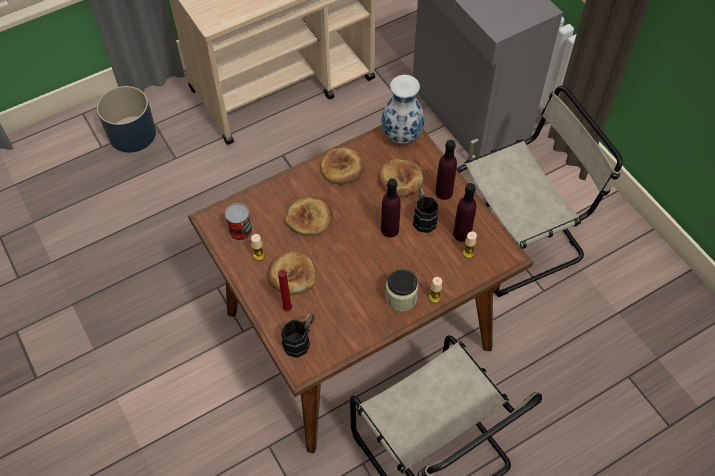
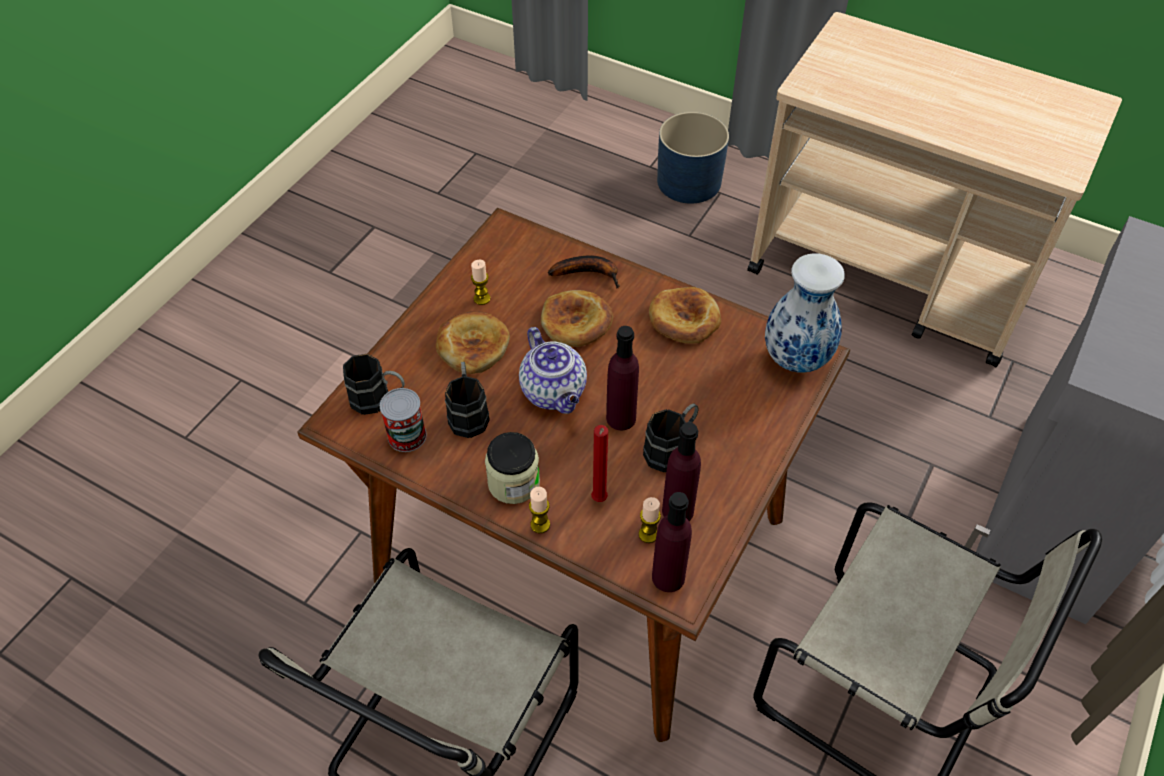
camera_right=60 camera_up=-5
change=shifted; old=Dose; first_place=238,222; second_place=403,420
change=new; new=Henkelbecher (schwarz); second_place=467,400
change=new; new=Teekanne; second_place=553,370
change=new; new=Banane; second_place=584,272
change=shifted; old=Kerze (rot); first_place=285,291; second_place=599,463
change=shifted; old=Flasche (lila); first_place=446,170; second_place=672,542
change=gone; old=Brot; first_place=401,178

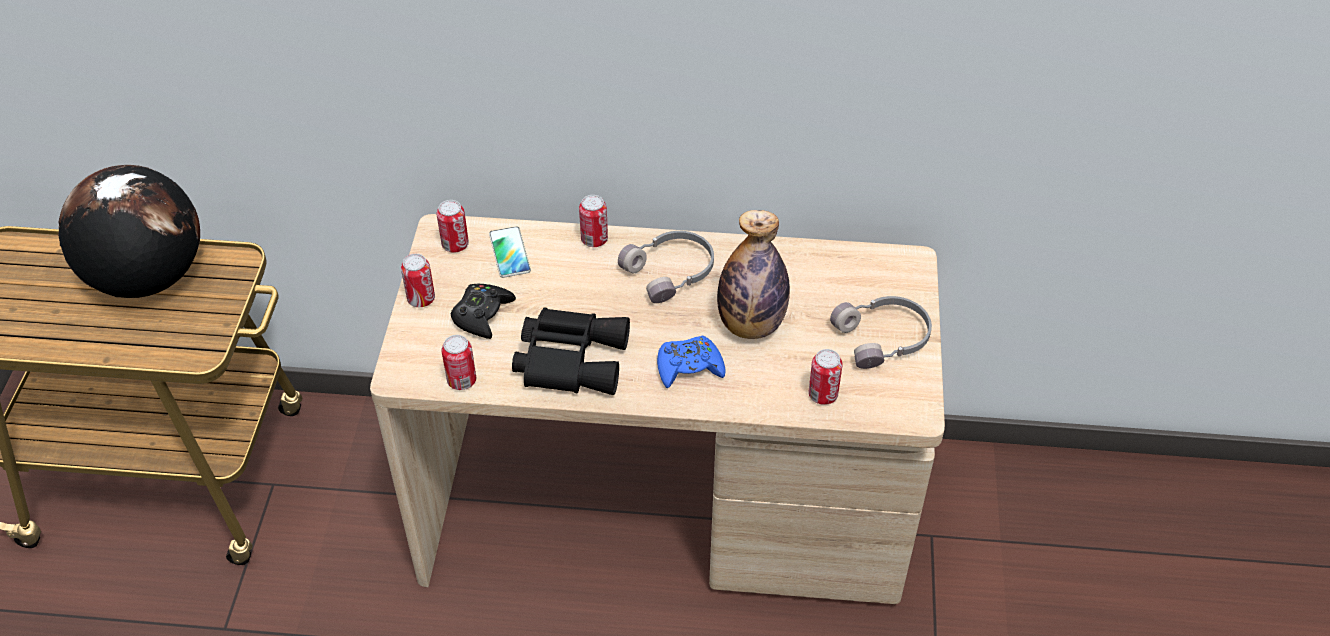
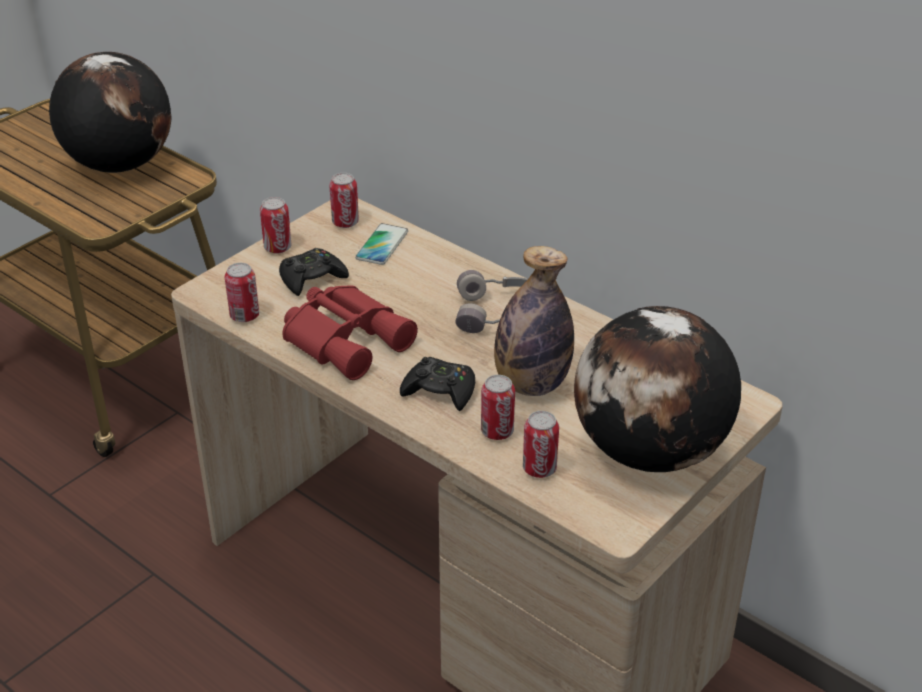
camera_right=35 camera_up=-10
change=repainted; old=Fernglas (schwarz); new=Fernglas (rot); first_place=571,351; second_place=350,332
change=repainted; old=Gamepad (blau); new=Gamepad (schwarz); first_place=691,362; second_place=437,384
change=shifted; old=Dose; first_place=593,221; second_place=498,407
change=swapped; old=Kopfhörer (grau); new=Globus; first_place=881,332; second_place=657,389

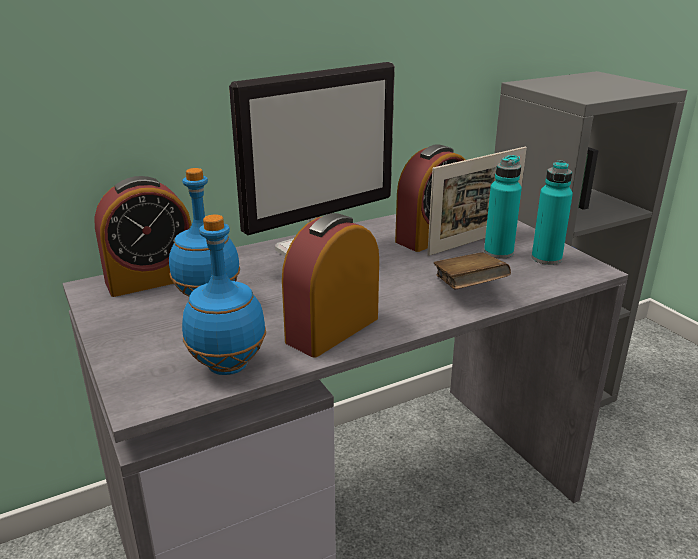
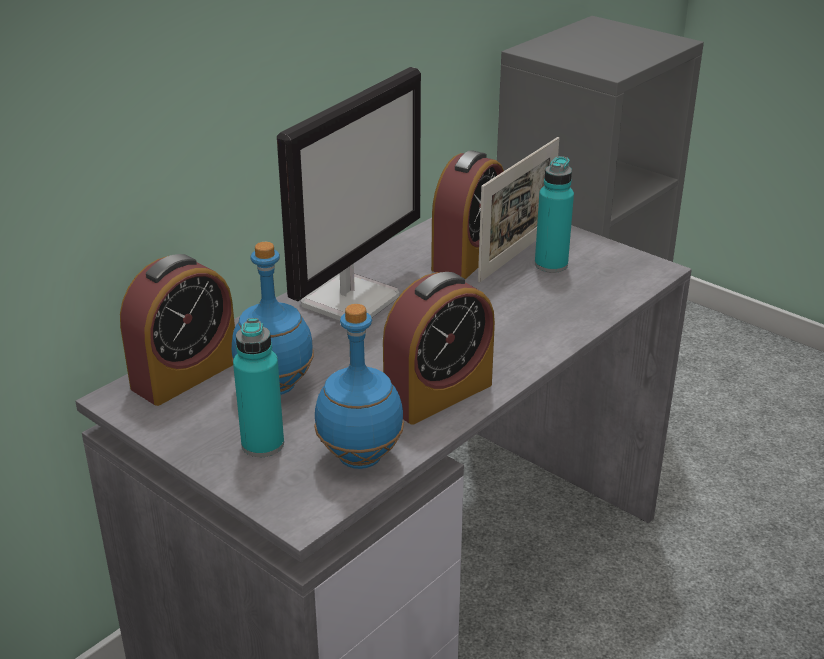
camera_right=-20 camera_up=5
change=shifted; old=Flasche (türkis); first_place=552,212; second_place=258,387
change=rotated; old=Wecker; first_place=330,285; second_place=439,348; degrees=-150
change=gone; old=Buch (braun); first_place=472,271

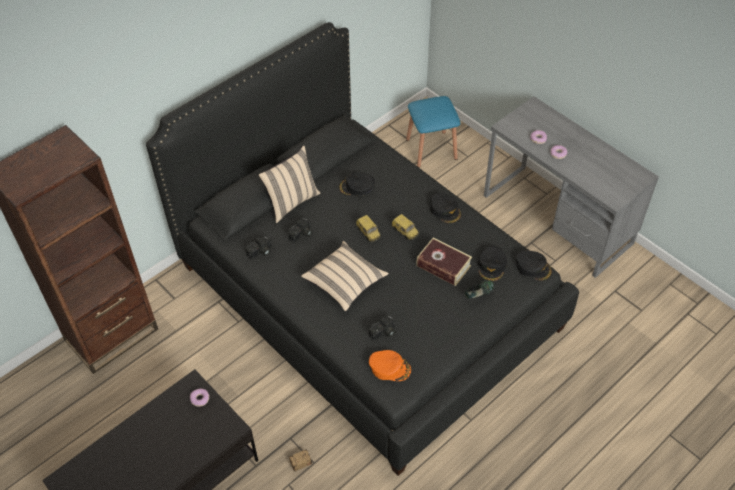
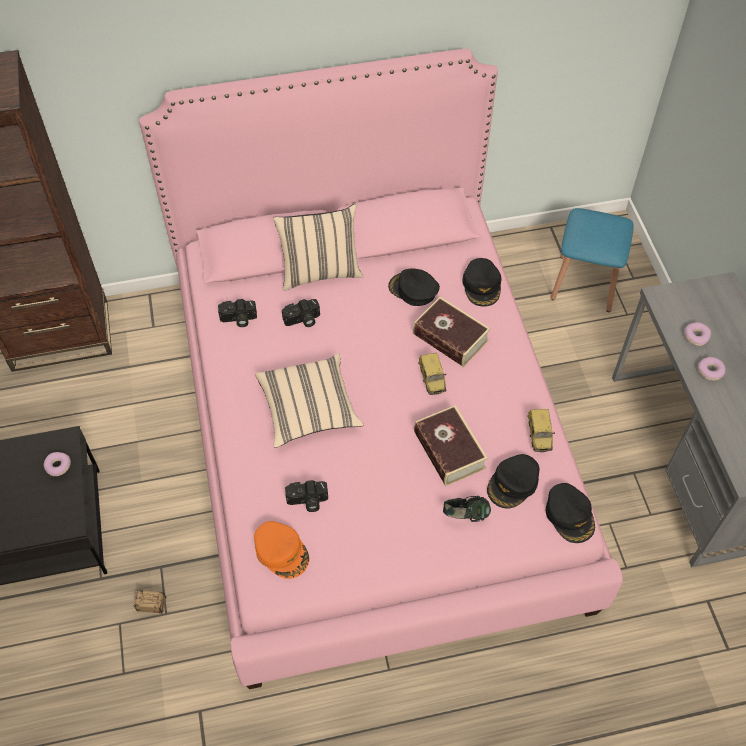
camera_right=30 camera_up=5
change=repainted; old=Bett (schwarz); new=Bett (rosa); first_place=362,249; second_place=381,369
change=new; new=Buch; second_place=452,332
change=shifted; old=Kappe (schwarz); first_place=446,208; second_place=482,282
change=shifted; old=Spielzeugauto; first_place=368,228; second_place=541,430

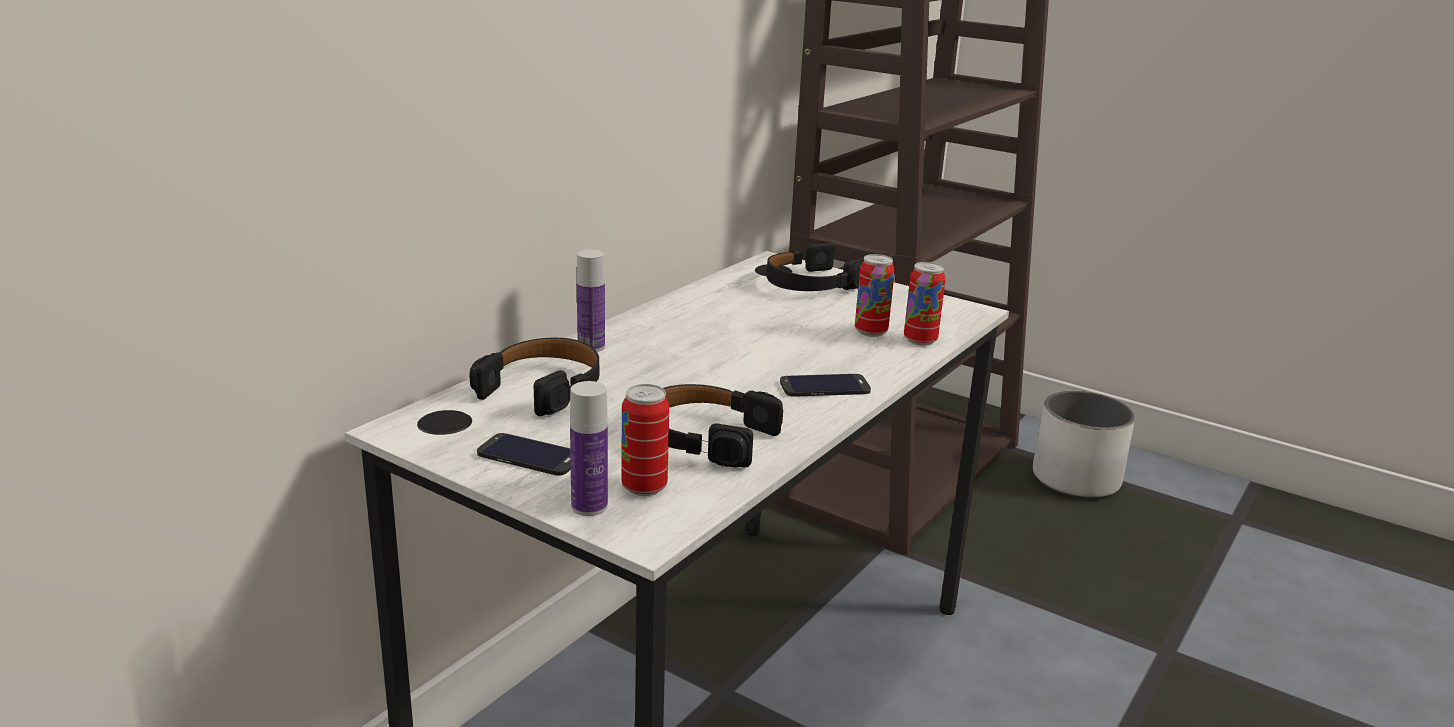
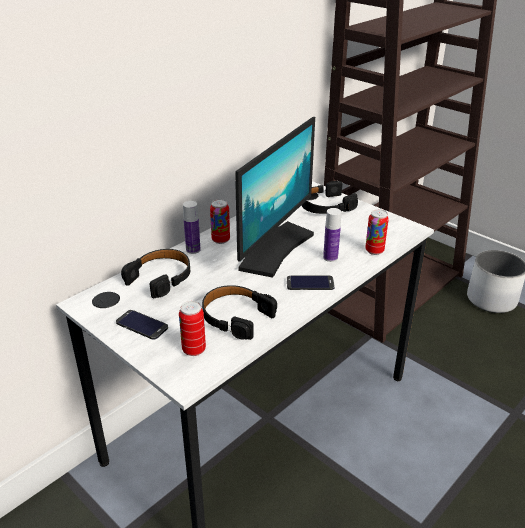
camera_right=10 camera_up=10
change=shifted; old=Dose; first_place=875,295; second_place=220,221
change=new; new=Monitor; second_place=275,197
change=shifted; old=Flasche; first_place=589,448; second_place=332,235

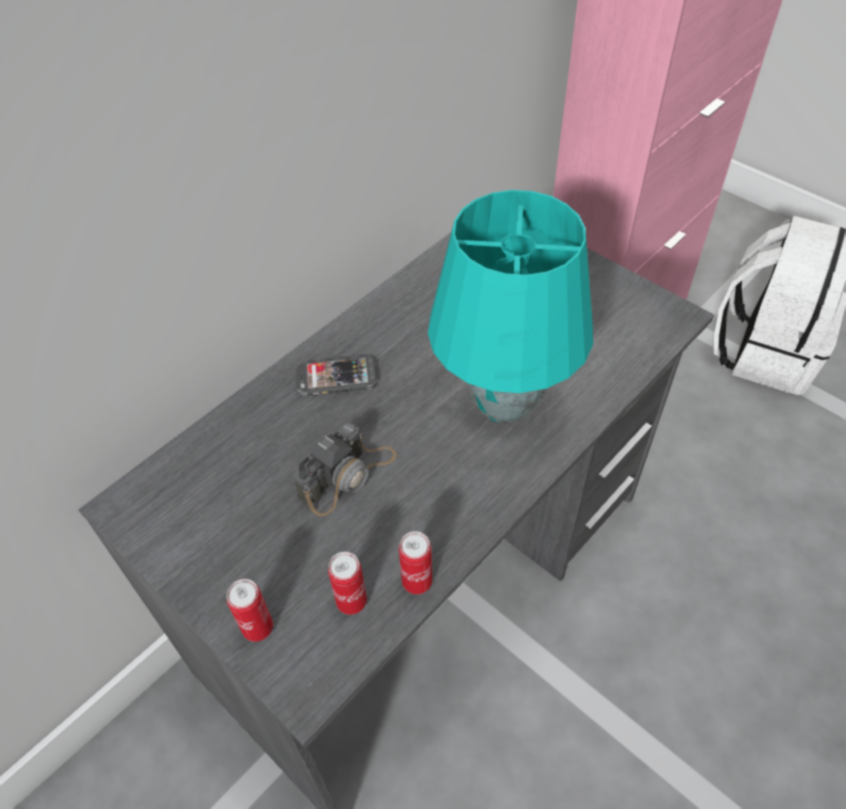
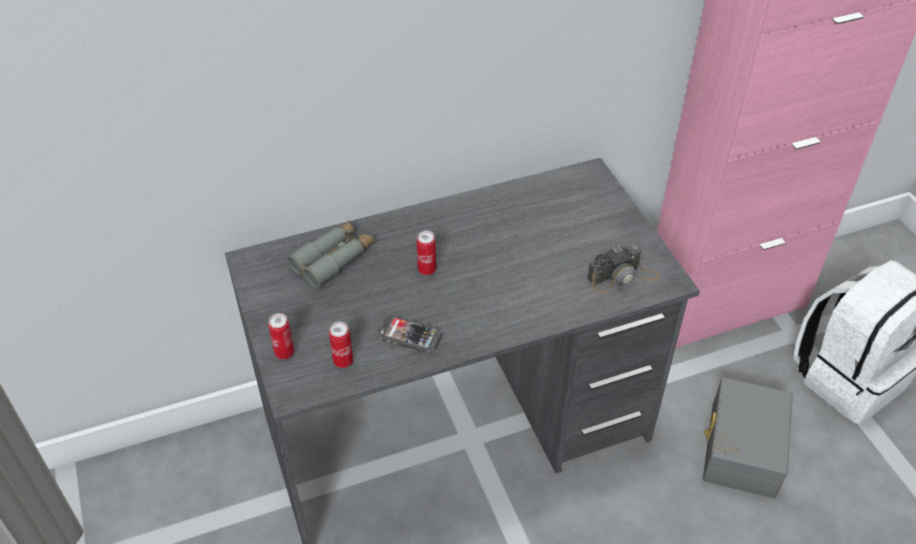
camera_right=25 camera_up=-5
change=new; new=Fernglas (grau); second_place=330,254
change=shifted; old=Handy; first_place=336,376; second_place=409,334
change=shifted; old=Dose; first_place=415,562; second_place=426,253
change=shifted; old=Kamera; first_place=345,469; second_place=623,269
change=new; new=Aufbewahrungsbox (grau); second_place=748,437
change=gone; old=Tischlampe (türkis); first_place=510,307

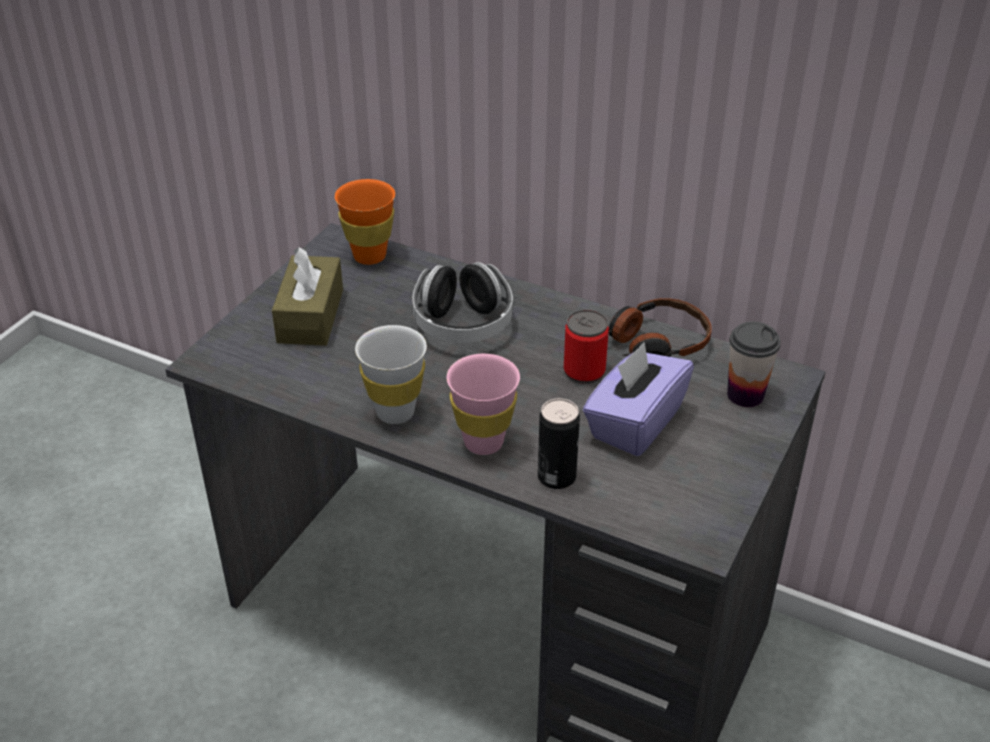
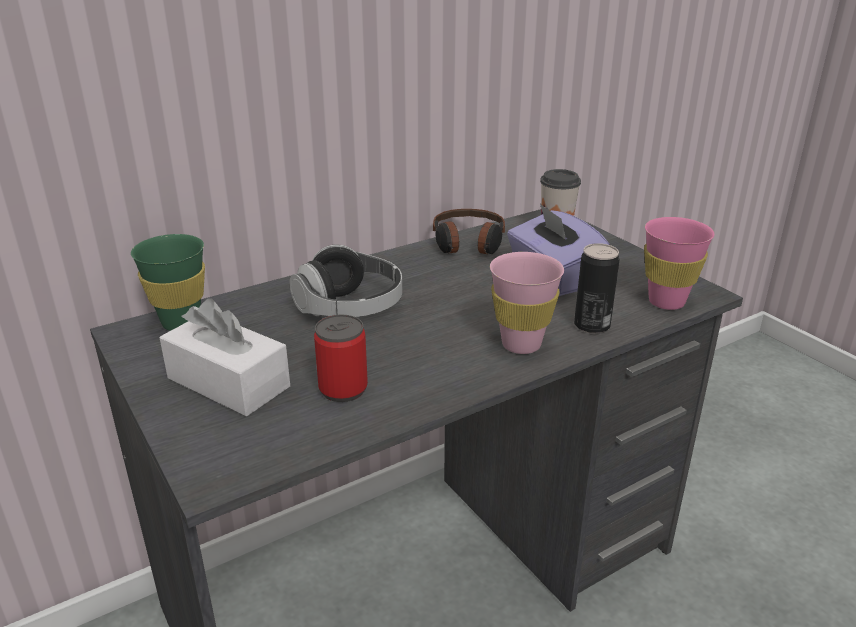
camera_right=-60 camera_up=-10
change=repainted; old=Tasse (orange); new=Tasse (grün); first_place=365,222; second_place=168,282
change=repainted; old=Taschentuchbox (braun); new=Taschentuchbox (weiß); first_place=307,296; second_place=225,357
change=shifted; old=Dose; first_place=586,347; second_place=341,358
change=new; new=Tasse (rosa); second_place=679,263
change=gone; old=Tasse (weiß); first_place=391,374

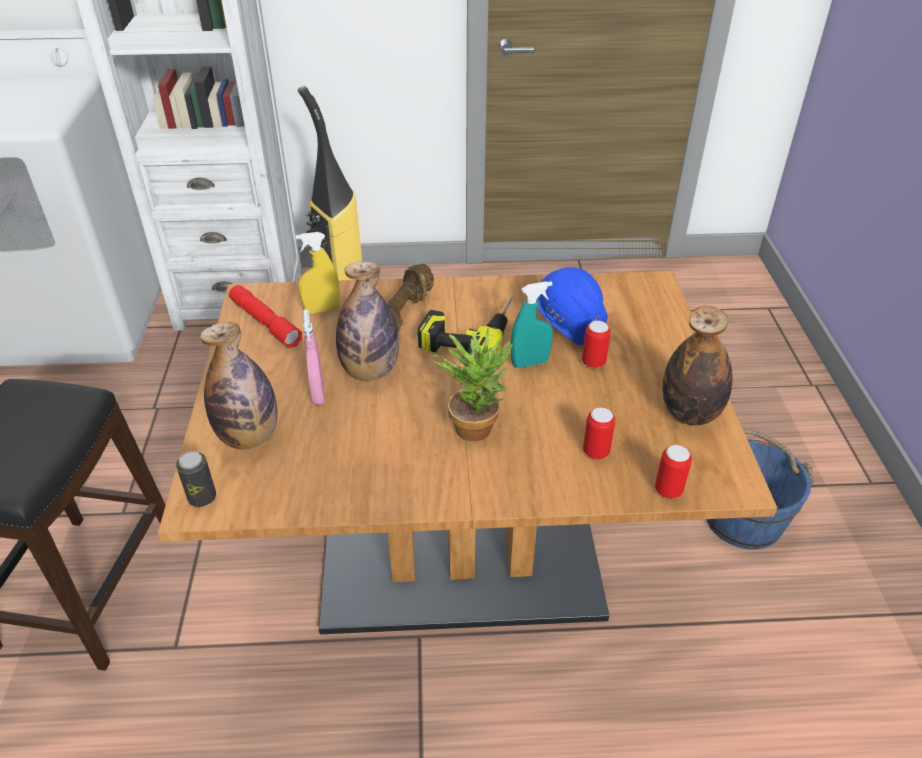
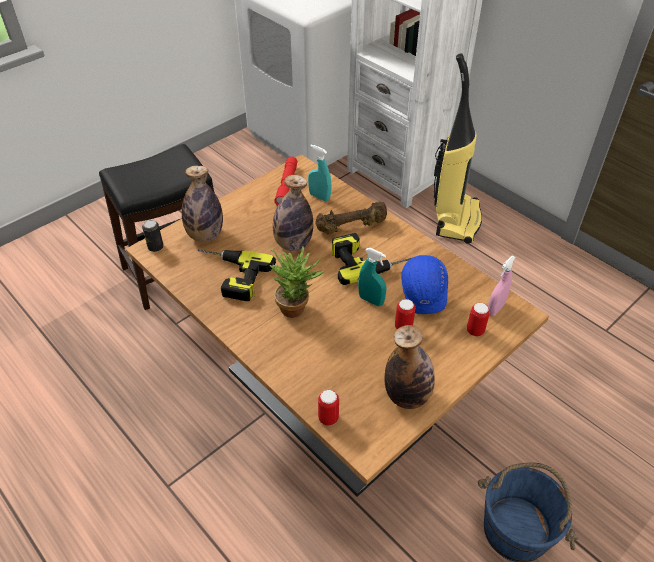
camera_right=50 camera_up=5
change=new; new=Bohrmaschine; second_place=237,275
change=repainted; old=Sprühflasche (gelb); new=Sprühflasche (türkis); first_place=318,273; second_place=320,172
change=shifted; old=Dose; first_place=599,433; second_place=478,319
change=shifted; old=Sprühflasche (rosa); first_place=314,357; second_place=502,286

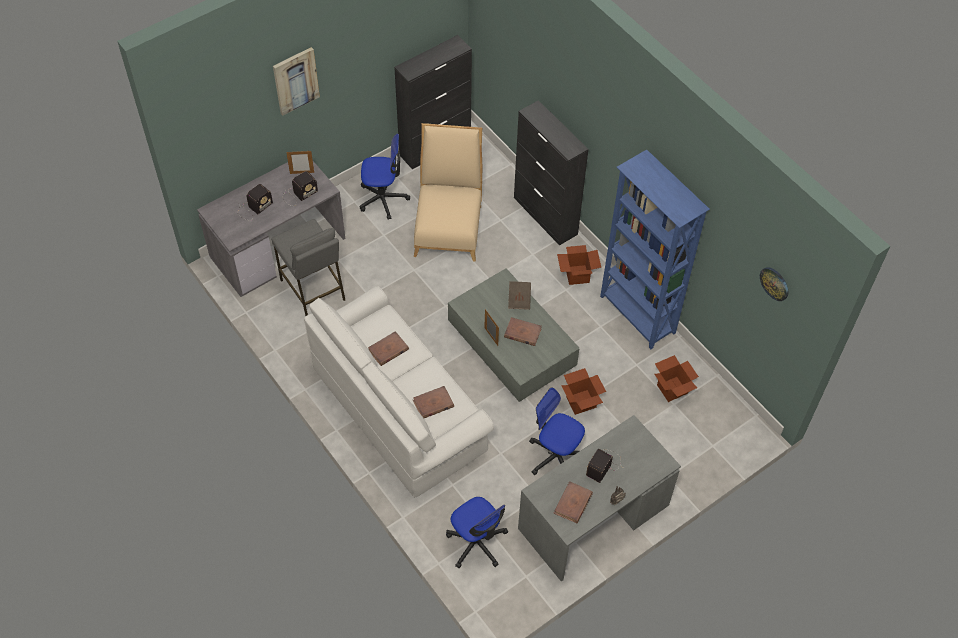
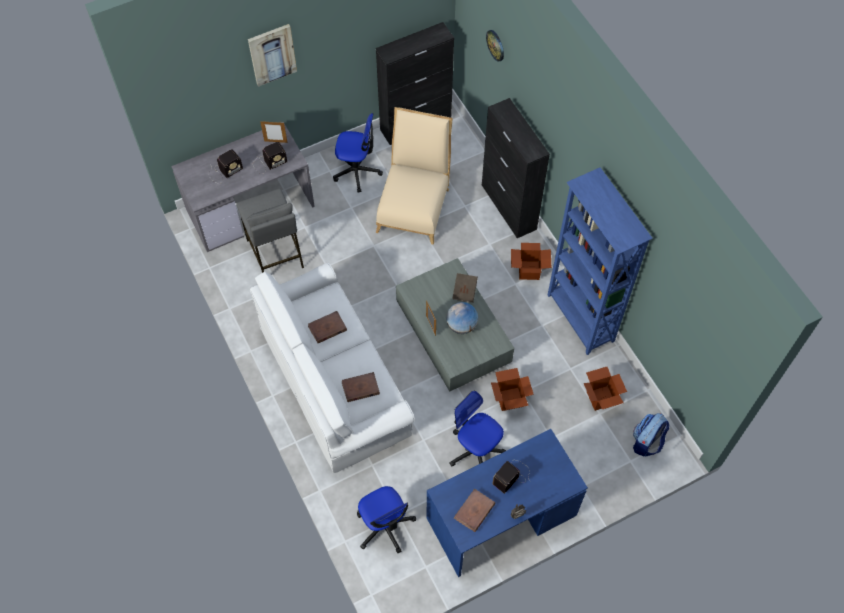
camera_right=10 camera_up=5
change=repainted; old=Schreibtisch (grau); new=Schreibtisch (blau); first_place=599,498; second_place=507,503
change=swapped; old=Buch (braun); new=Globus; first_place=523,331; second_place=462,318
change=shifted; old=Wanduhr; first_place=774,284; second_place=495,46
change=new; new=Rucksack; second_place=651,435

